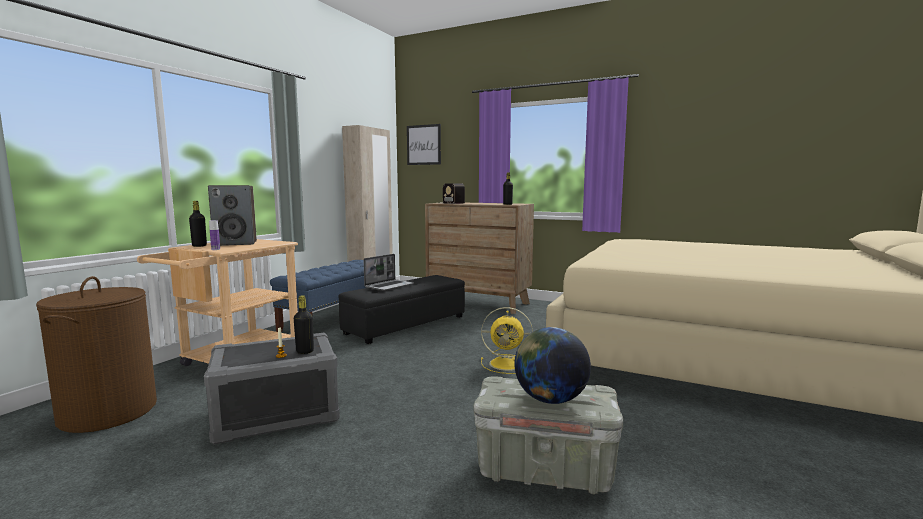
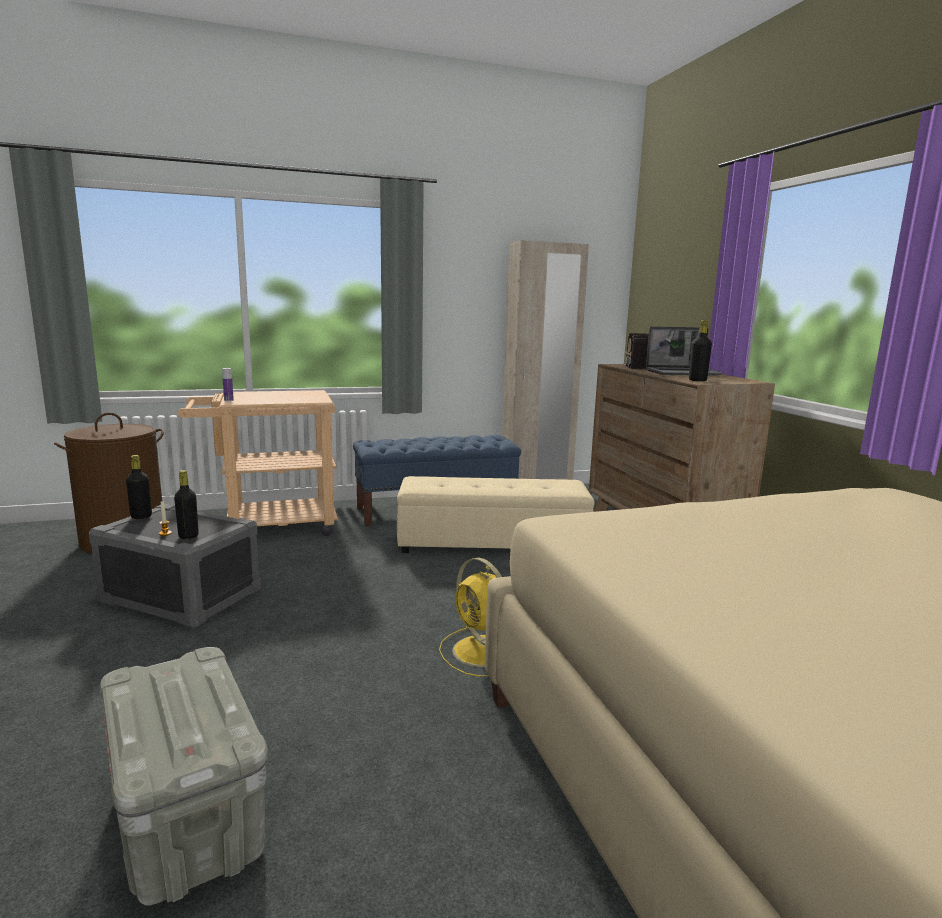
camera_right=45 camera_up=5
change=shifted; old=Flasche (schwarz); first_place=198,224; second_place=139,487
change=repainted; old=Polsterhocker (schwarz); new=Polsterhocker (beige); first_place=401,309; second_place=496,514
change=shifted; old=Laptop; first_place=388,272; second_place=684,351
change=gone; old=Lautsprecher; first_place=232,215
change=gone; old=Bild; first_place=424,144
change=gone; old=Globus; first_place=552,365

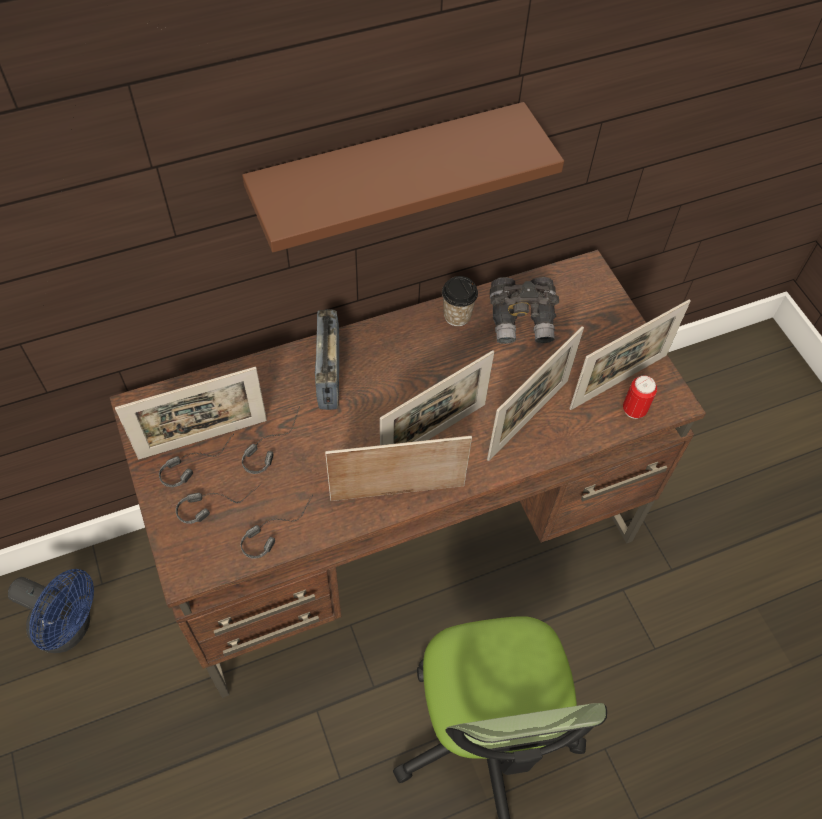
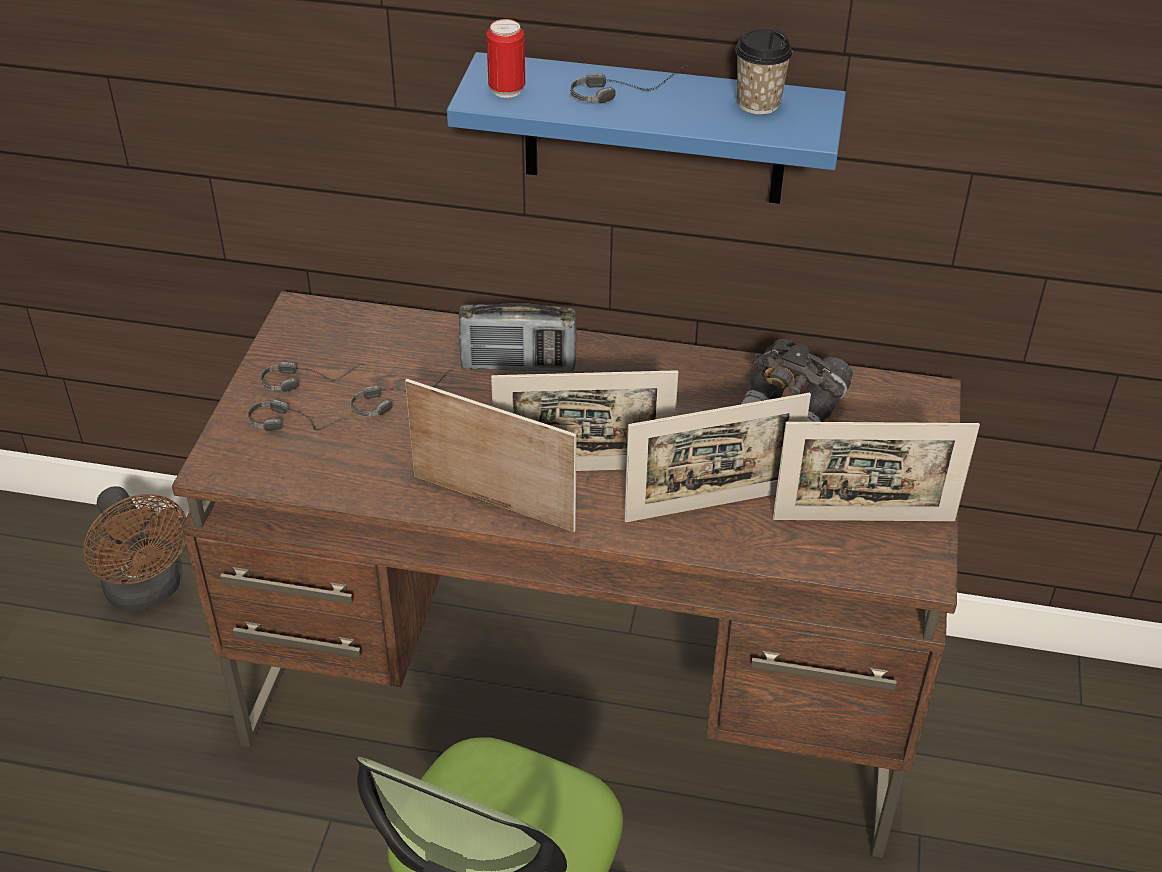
camera_right=35 camera_up=-15
change=repainted; old=Ventilator (blau); new=Ventilator (braun); first_place=51,611; second_place=134,548
change=repainted; old=Wandregal (braun); new=Wandregal (blau); first_place=403,177; second_place=646,128
change=rotated; old=Radio; first_place=327,359; second_place=517,337; degrees=-120
change=shifted; old=Dose; first_place=640,397; second_place=506,58
change=shifted; old=Kopfhörer; first_place=277,526; second_place=628,84
change=shifted; old=Tasse; first_place=460,301; second_place=764,71
change=gone; old=Bilderrahmen; first_place=191,413

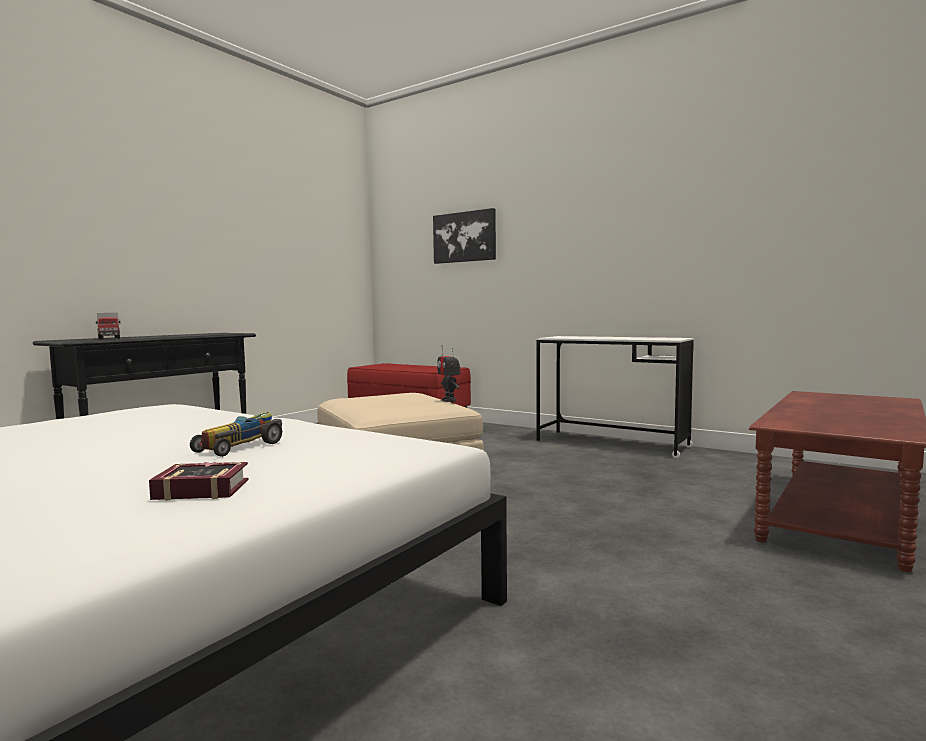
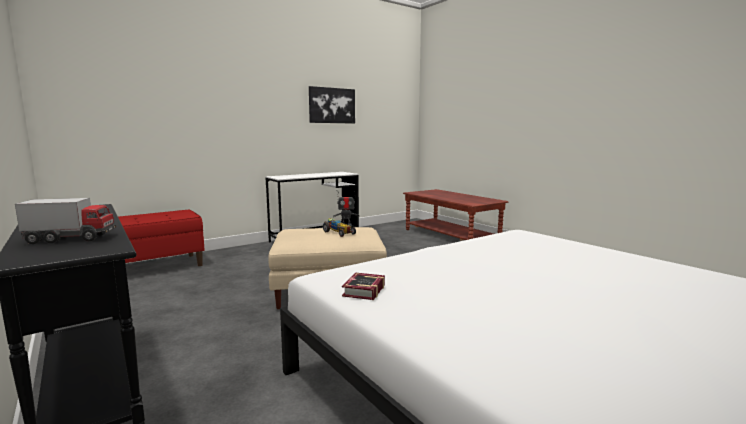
camera_right=-70 camera_up=5
change=shifted; old=Bild; first_place=464,236; second_place=332,105
change=shifted; old=Spielzeugauto; first_place=236,434; second_place=339,227
change=shifted; old=Buch; first_place=198,481; second_place=363,286

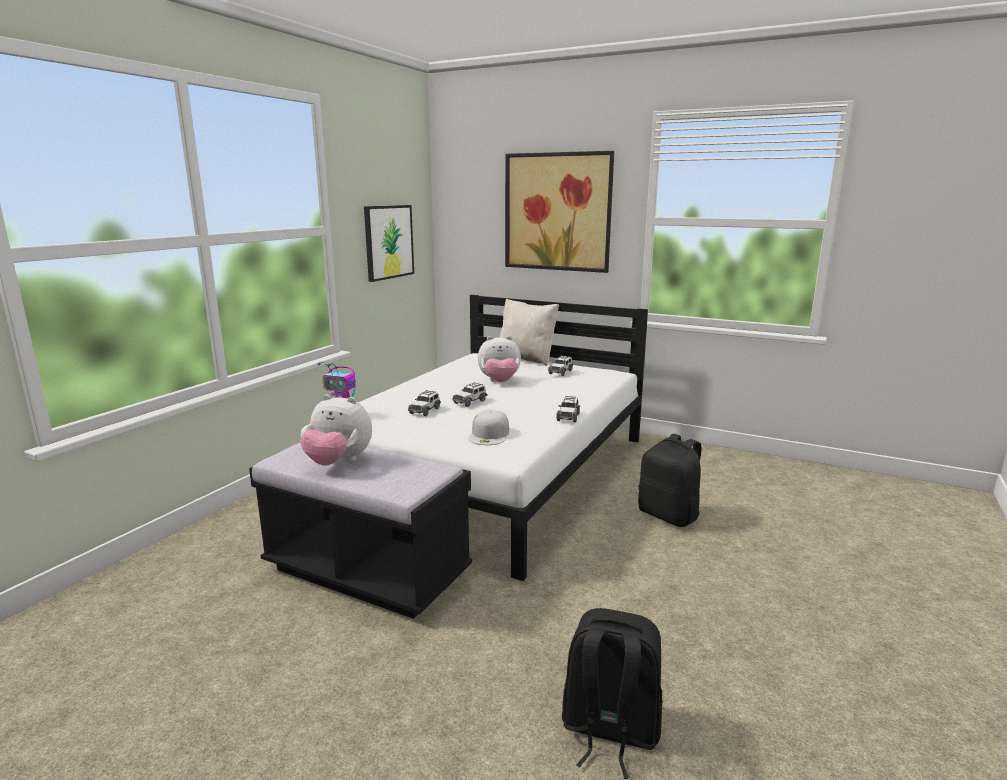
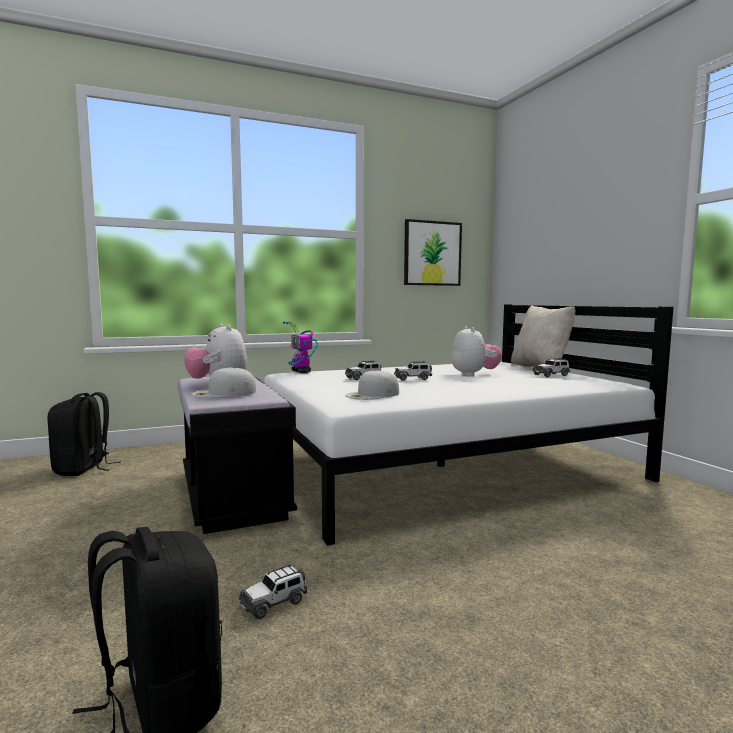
camera_right=40 camera_up=-10
change=shifted; old=Rucksack (schwarz); first_place=670,480; second_place=84,434
change=new; new=Kappe (weiß); second_place=224,382
change=shifted; old=Spielzeugauto; first_place=568,409; second_place=273,591
change=rotated; old=Plüschtier; first_place=499,359; second_place=476,351; degrees=-135
change=gone; old=Bild; first_place=559,212

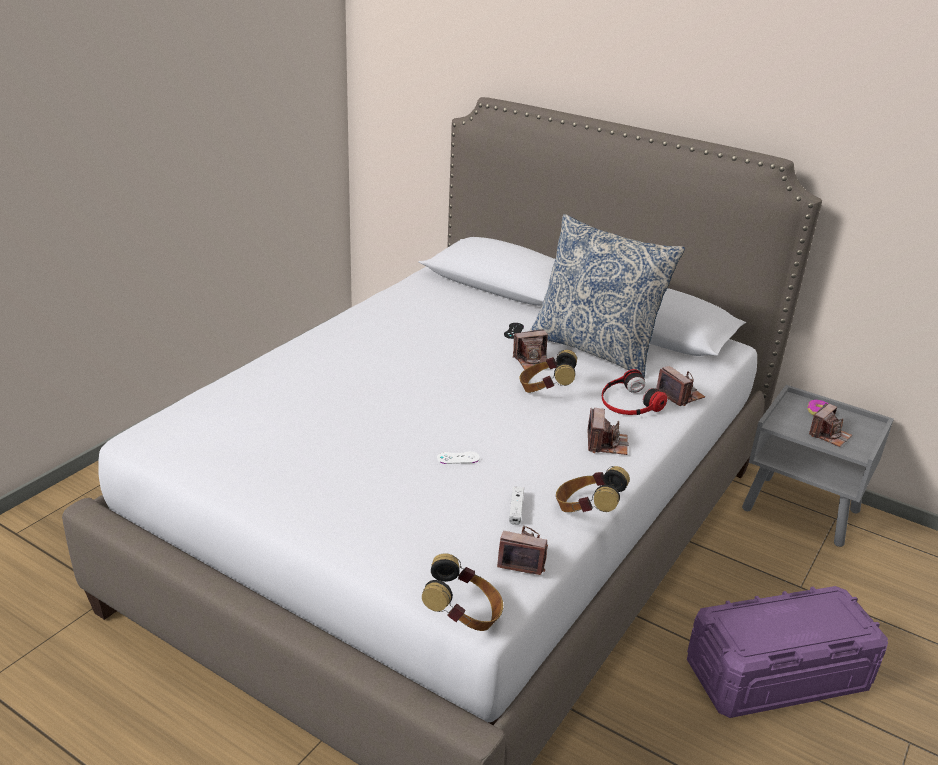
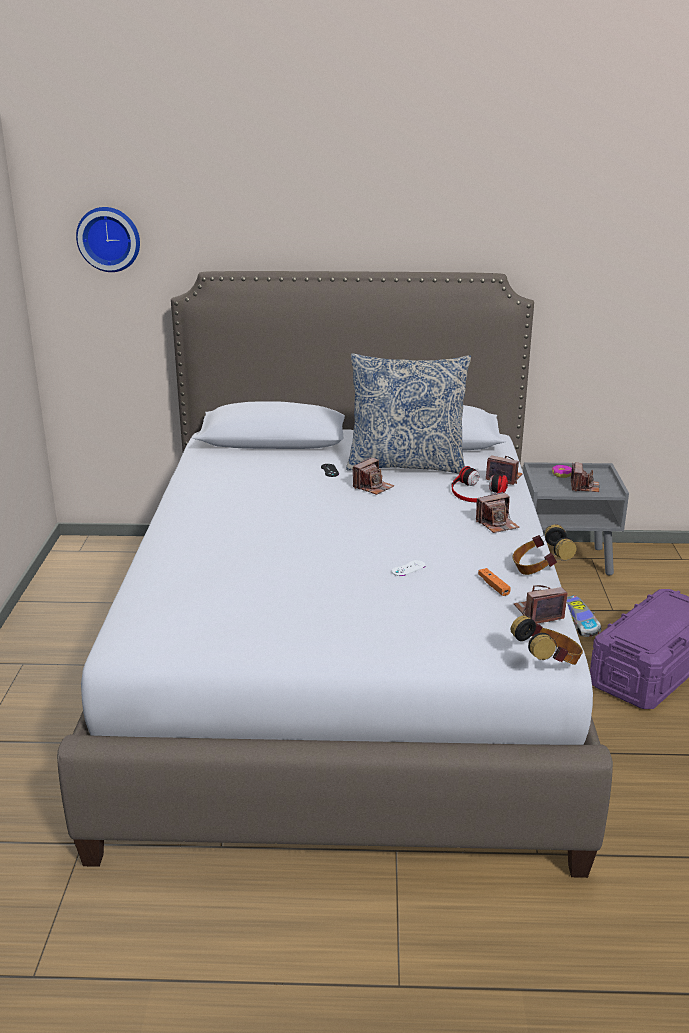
camera_right=-30 camera_up=-5
change=new; new=Wanduhr; second_place=108,239
change=rotated; old=Kamera; first_place=608,431; second_place=497,512; degrees=90
change=repainted; old=Gamepad (weiß); new=Gamepad (orange); first_place=516,505; second_place=494,582
change=new; new=Spielzeugauto; second_place=584,616
change=gone; old=Kopfhörer; first_place=548,371

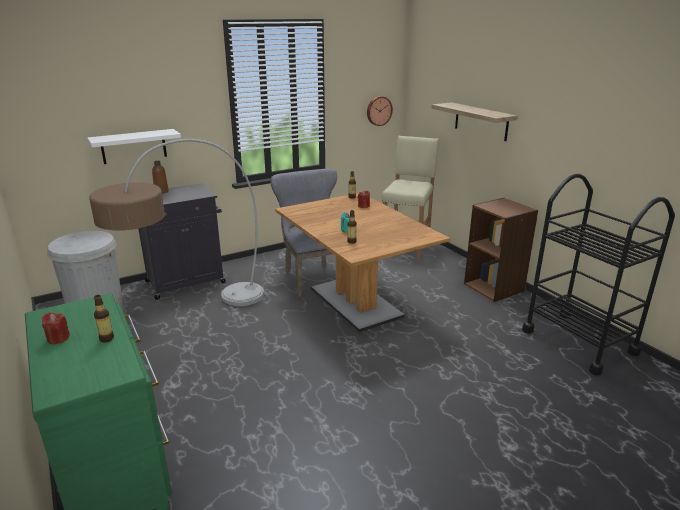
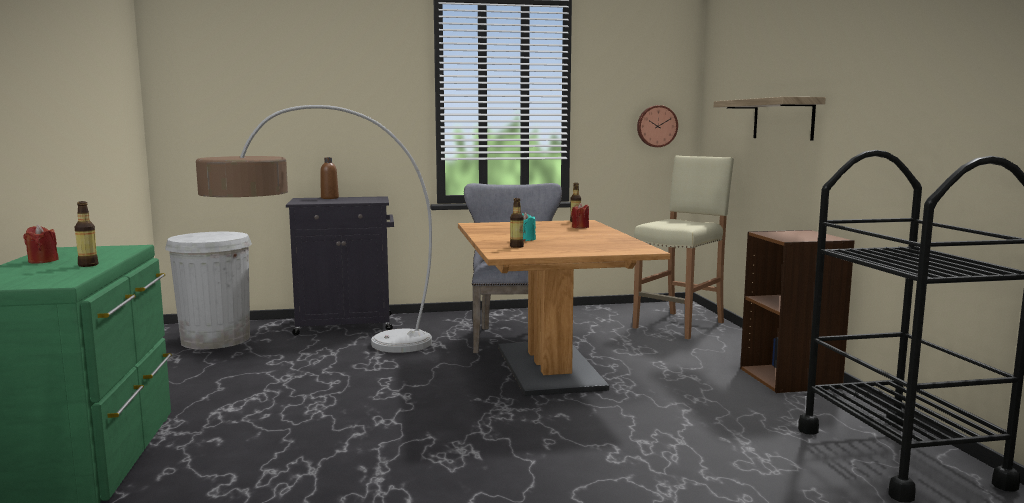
camera_right=20 camera_up=-15
change=gone; old=Wandregal (weiß); first_place=134,146

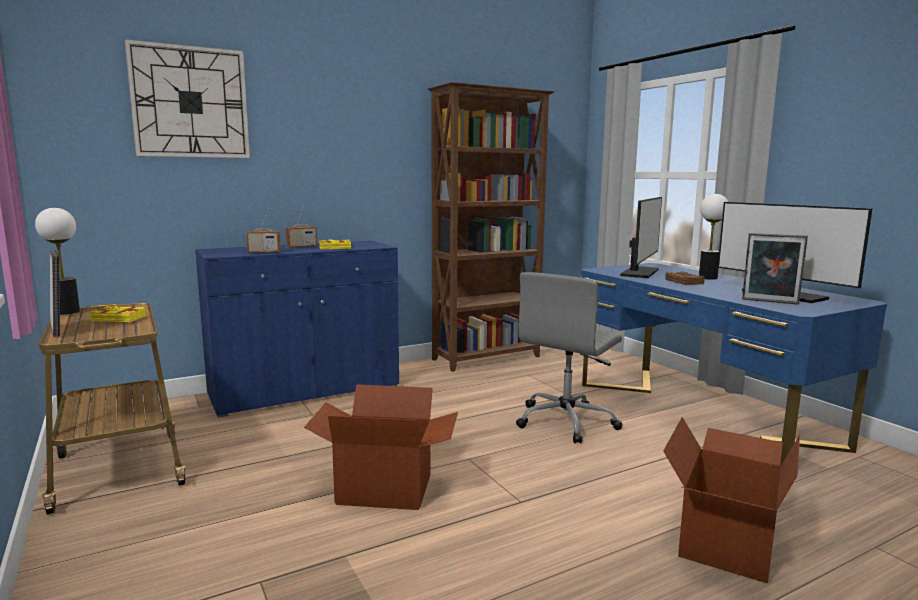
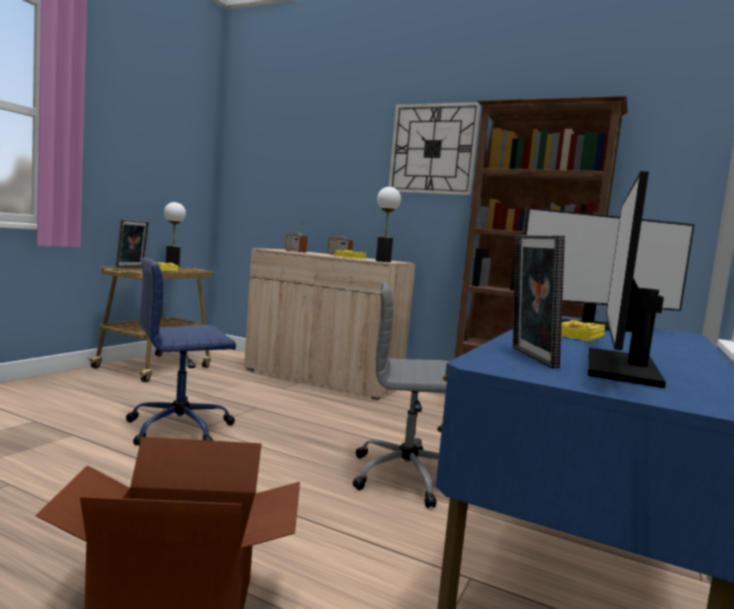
camera_right=55 camera_up=-5
change=swapped; old=Karton; new=Bürostuhl (blau); first_place=381,447; second_place=181,351
change=repainted; old=Schrank (blau); new=Schrank (beige); first_place=297,329; second_place=330,324
change=shifted; old=Tischlampe; first_place=713,237; second_place=388,224
change=shifted; old=Wanduhr; first_place=187,98; second_place=434,148
change=repainted; old=Buch (braun); new=Buch (gelb); first_place=685,278; second_place=583,330

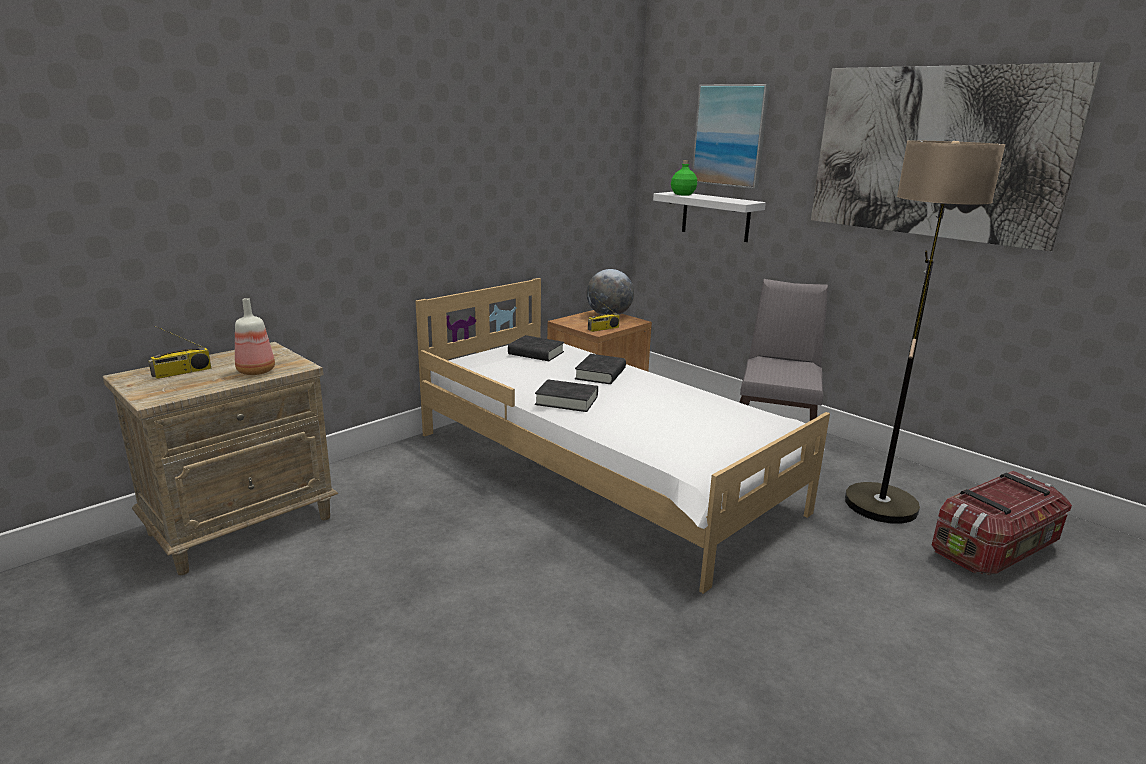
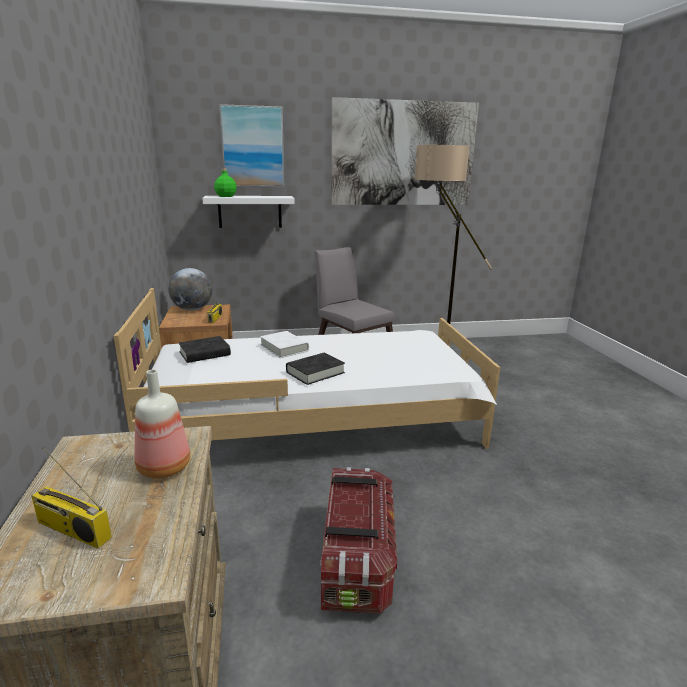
camera_right=-55 camera_up=0
change=rotated; old=Radio; first_place=179,352; second_place=72,498; degrees=120
change=repainted; old=Buch (schwarz); new=Buch (weiß); first_place=600,369; second_place=284,344
change=shifted; old=Aufbewahrungsbox; first_place=1002,523; second_place=358,540

